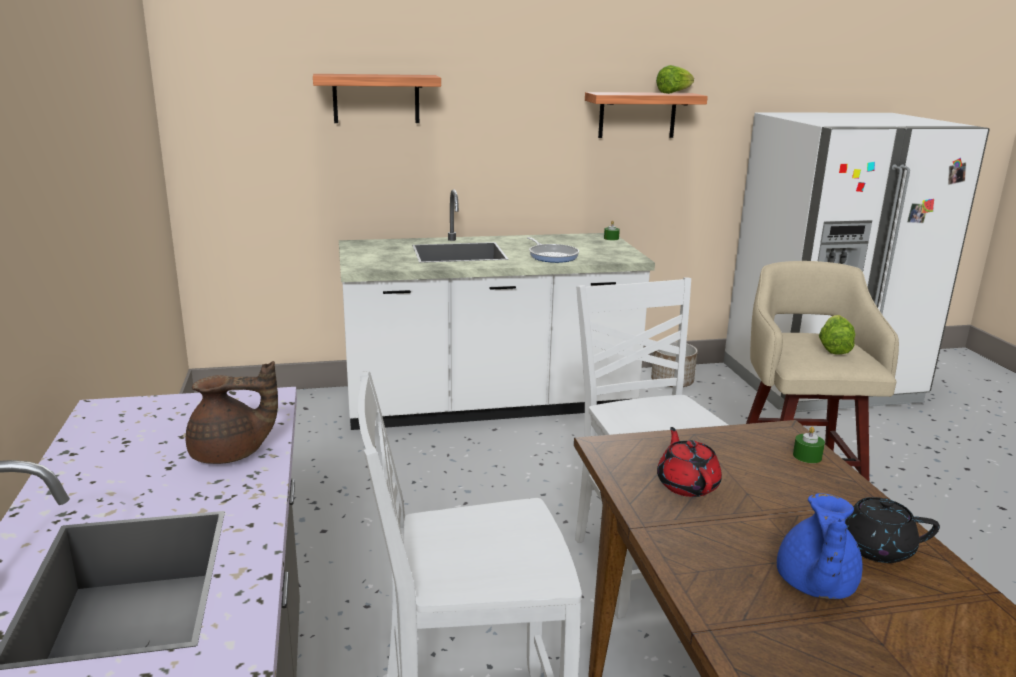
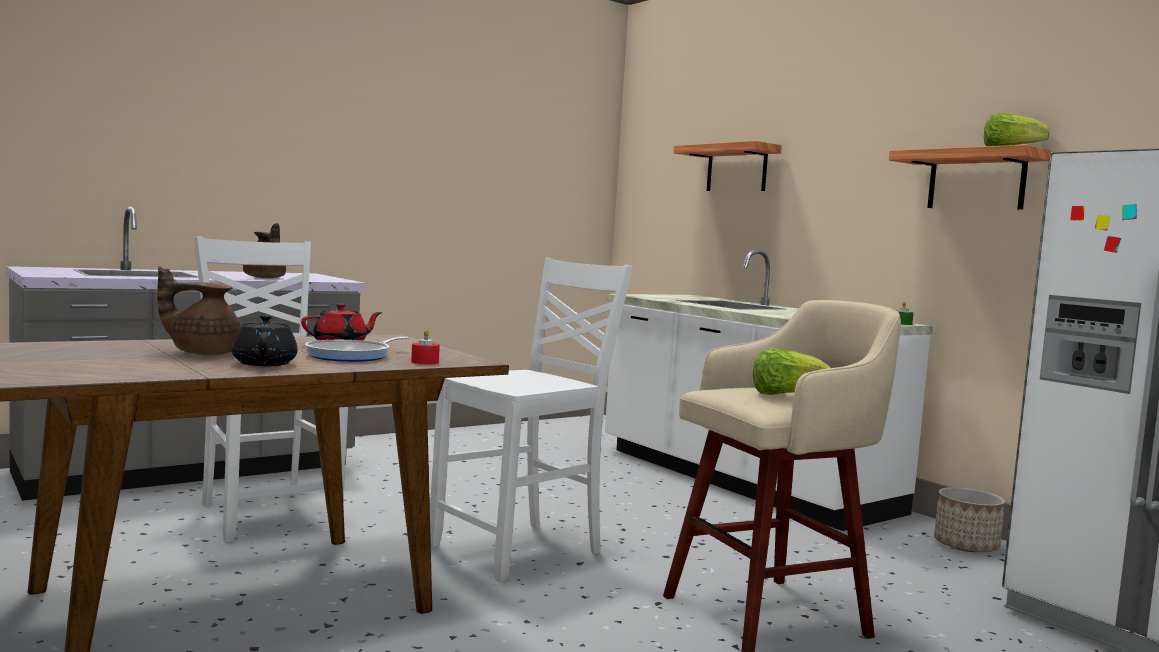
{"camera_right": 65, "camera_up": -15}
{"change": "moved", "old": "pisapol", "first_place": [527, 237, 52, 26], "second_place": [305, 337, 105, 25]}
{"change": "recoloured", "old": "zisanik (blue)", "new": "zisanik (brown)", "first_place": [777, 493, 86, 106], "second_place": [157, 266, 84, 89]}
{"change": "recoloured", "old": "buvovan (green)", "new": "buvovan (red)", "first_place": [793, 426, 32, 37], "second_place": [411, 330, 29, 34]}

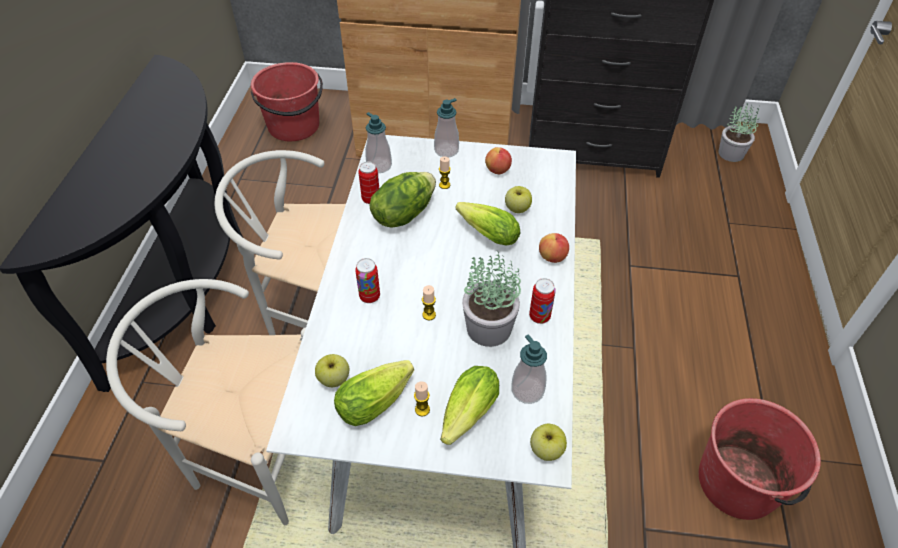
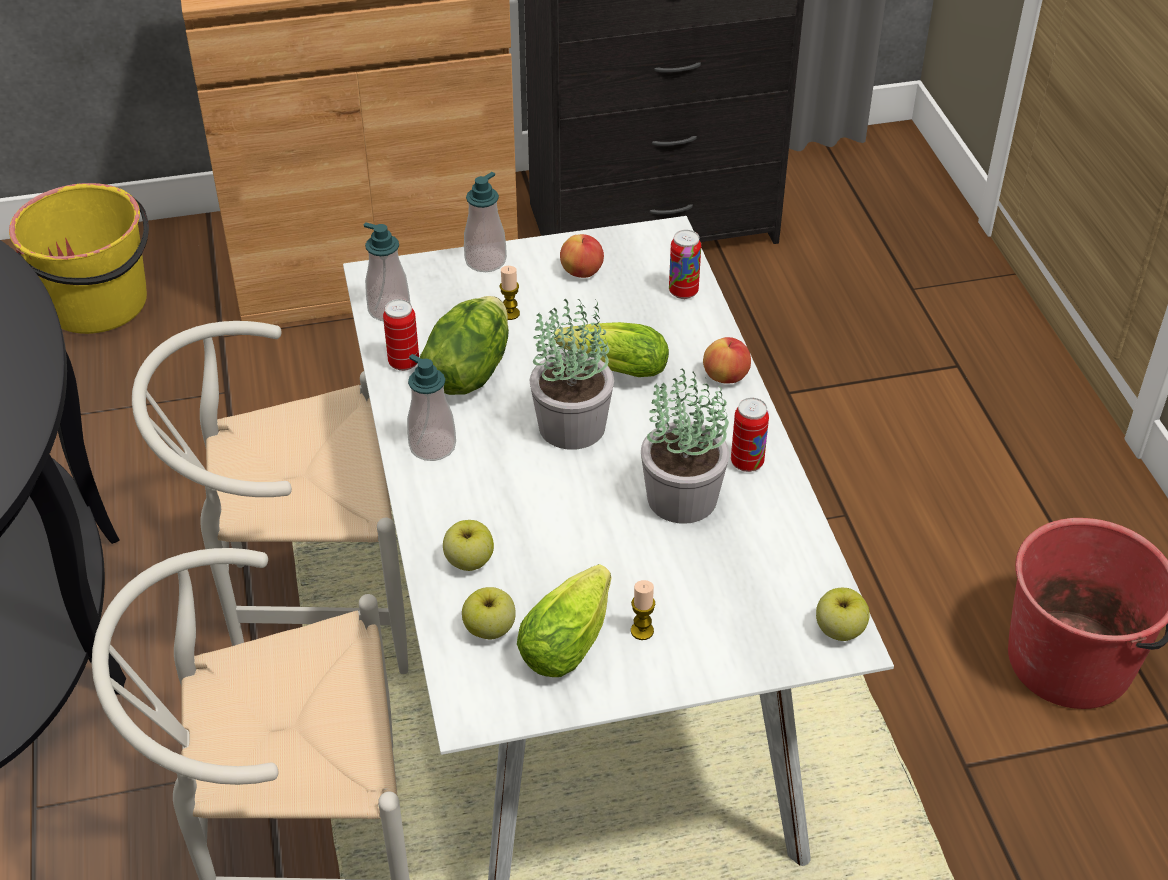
{"camera_right": -20, "camera_up": -5}
{"change": "recoloured", "old": "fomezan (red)", "new": "fomezan (yellow)", "first_place": [251, 62, 72, 79], "second_place": [9, 183, 140, 151]}
{"change": "moved", "old": "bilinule", "first_place": [355, 258, 25, 45], "second_place": [669, 230, 32, 69]}
{"change": "removed", "old": "buvovan", "first_place": [422, 285, 14, 35]}
{"change": "removed", "old": "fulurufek", "first_place": [440, 366, 59, 79]}
{"change": "moved", "old": "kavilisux", "first_place": [505, 186, 27, 27], "second_place": [443, 520, 51, 51]}
{"change": "moved", "old": "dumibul", "first_place": [511, 334, 36, 70], "second_place": [407, 354, 49, 107]}
{"change": "moved", "old": "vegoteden", "first_place": [718, 103, 42, 59], "second_place": [530, 299, 84, 151]}

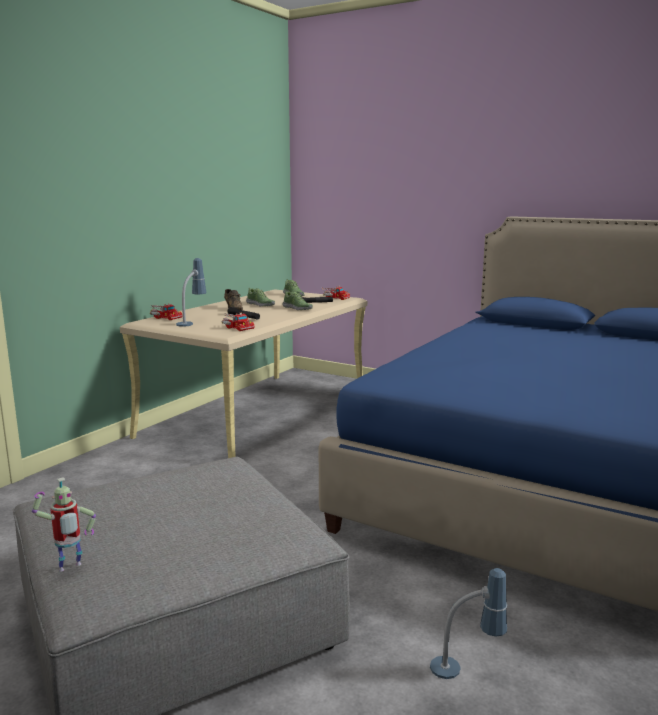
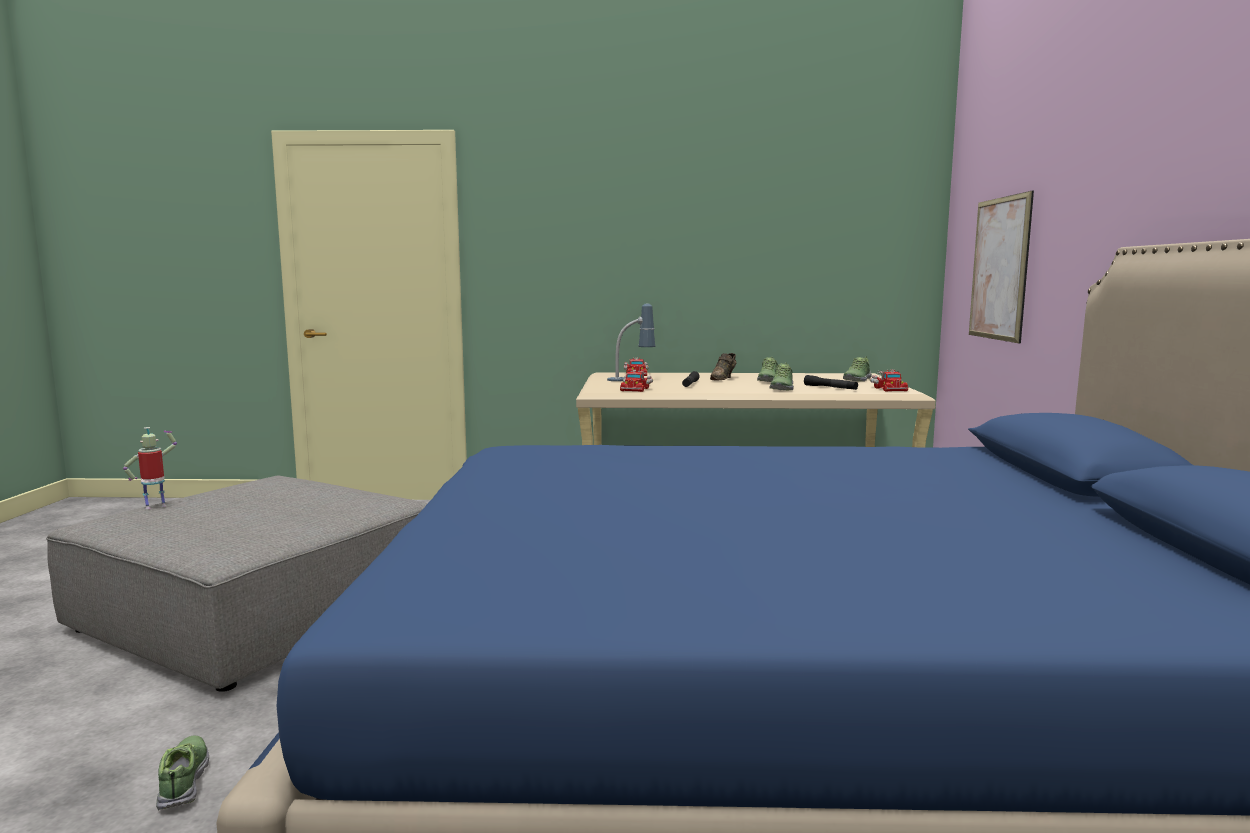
{"camera_right": 60, "camera_up": -5}
{"change": "turned", "old": "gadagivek", "first_place": [32, 477, 64, 95], "second_place": [123, 427, 54, 82], "degrees": 120}
{"change": "replaced", "old": "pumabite", "new": "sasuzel", "first_place": [430, 568, 77, 111], "second_place": [156, 735, 53, 75]}
{"change": "added", "new": "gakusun", "second_place": [969, 191, 65, 152]}

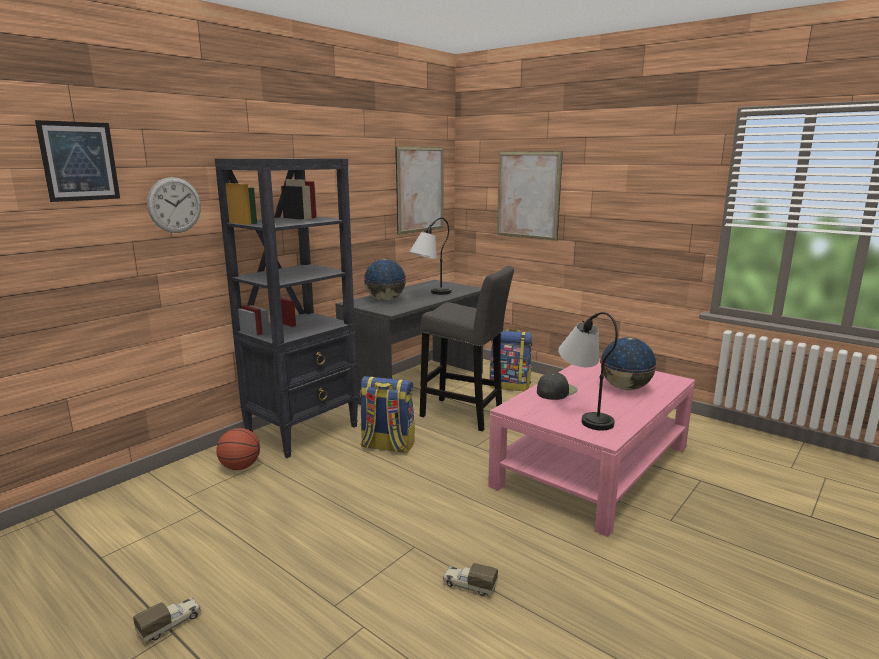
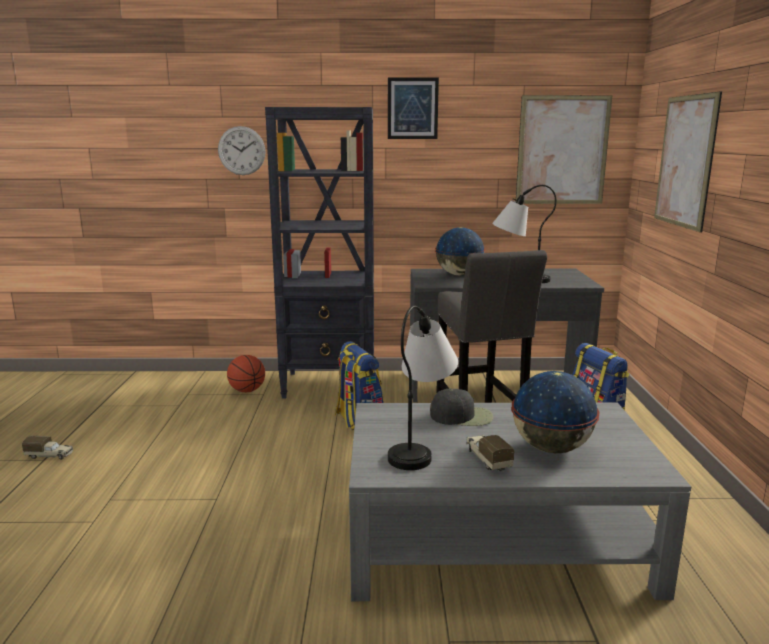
{"camera_right": 50, "camera_up": 0}
{"change": "moved", "old": "gakusun", "first_place": [35, 120, 85, 82], "second_place": [388, 77, 51, 62]}
{"change": "moved", "old": "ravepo", "first_place": [443, 563, 55, 33], "second_place": [466, 434, 48, 38]}
{"change": "recoloured", "old": "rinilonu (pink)", "new": "rinilonu (grey)", "first_place": [488, 358, 207, 179], "second_place": [349, 403, 342, 198]}

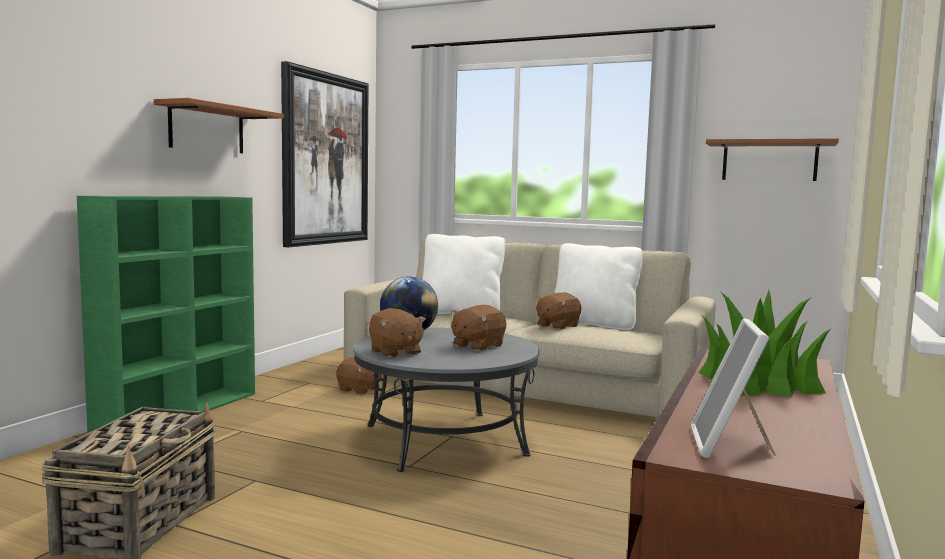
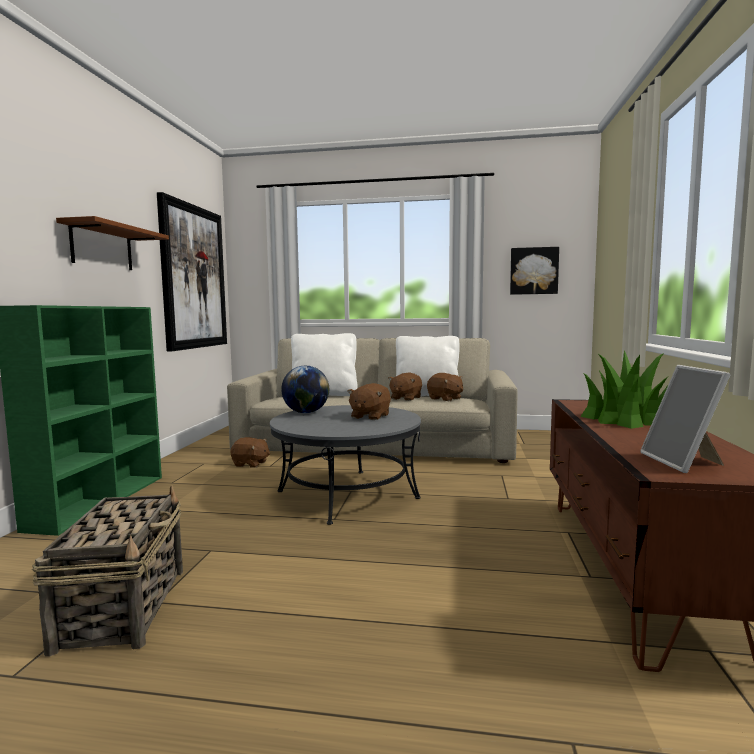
{"camera_right": -15, "camera_up": 0}
{"change": "moved", "old": "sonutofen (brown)", "first_place": [369, 308, 57, 50], "second_place": [427, 373, 36, 28]}
{"change": "replaced", "old": "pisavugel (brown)", "new": "gakusun", "first_place": [706, 138, 133, 43], "second_place": [510, 247, 49, 48]}

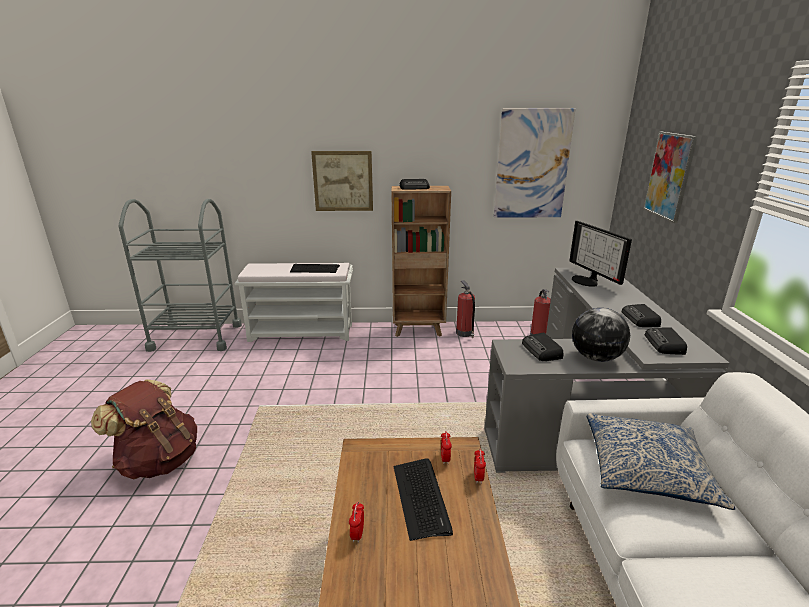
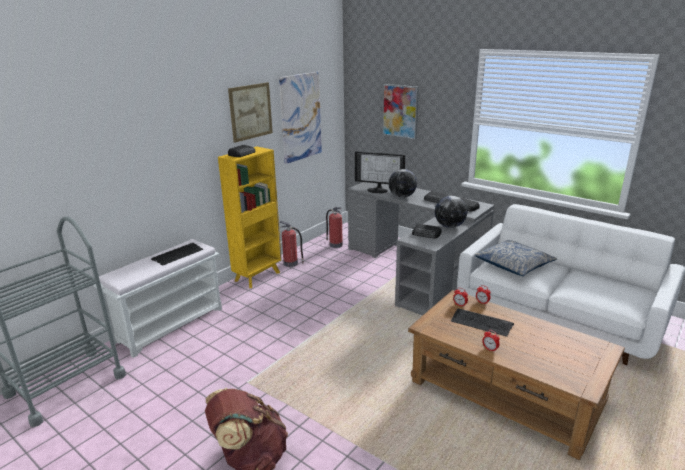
{"camera_right": -50, "camera_up": 0}
{"change": "moved", "old": "gakusun", "first_place": [311, 151, 62, 60], "second_place": [228, 82, 45, 61]}
{"change": "recoloured", "old": "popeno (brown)", "new": "popeno (yellow)", "first_place": [392, 186, 59, 151], "second_place": [218, 146, 64, 142]}
{"change": "added", "new": "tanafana", "second_place": [388, 169, 29, 29]}

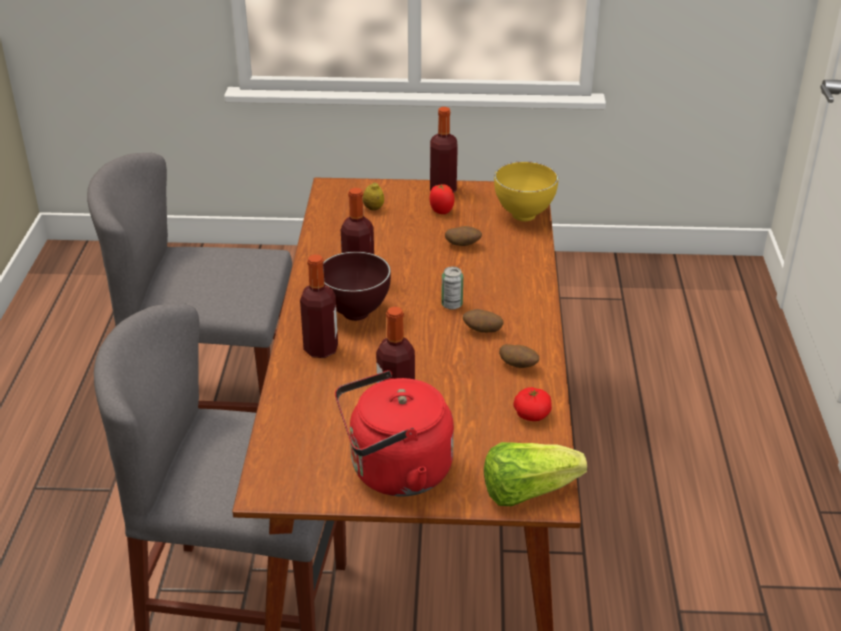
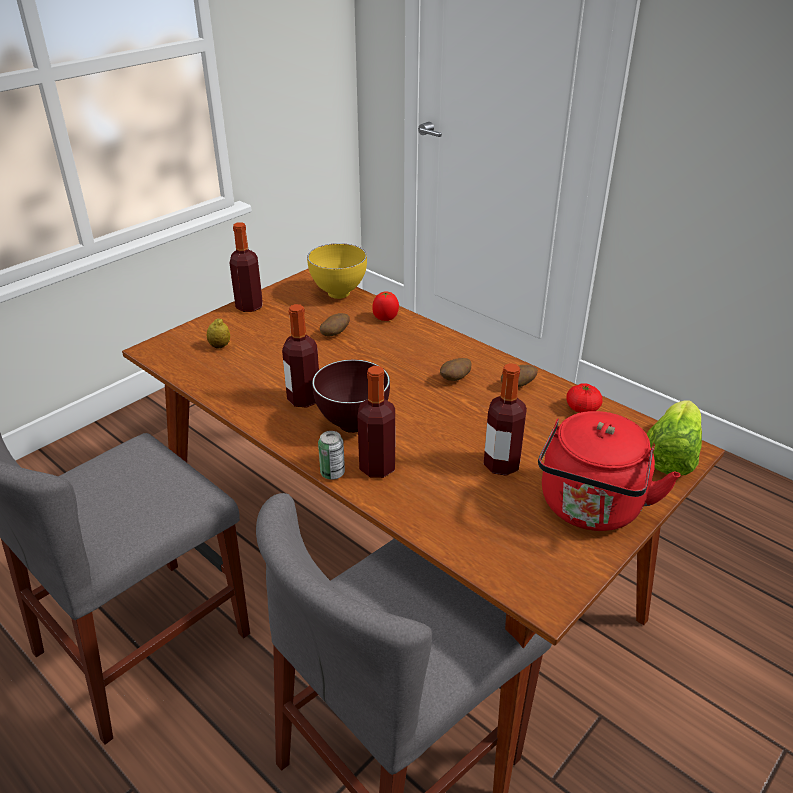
{"camera_right": -50, "camera_up": 0}
{"change": "moved", "old": "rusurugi", "first_place": [430, 185, 25, 29], "second_place": [372, 291, 27, 30]}
{"change": "moved", "old": "bilinule", "first_place": [441, 267, 22, 43], "second_place": [318, 431, 27, 49]}

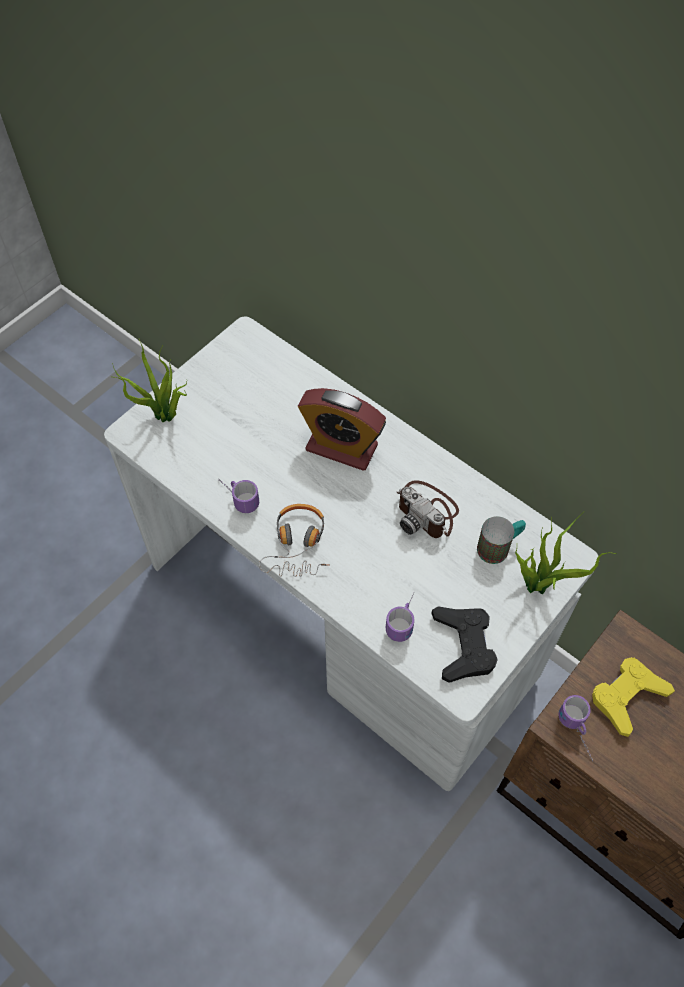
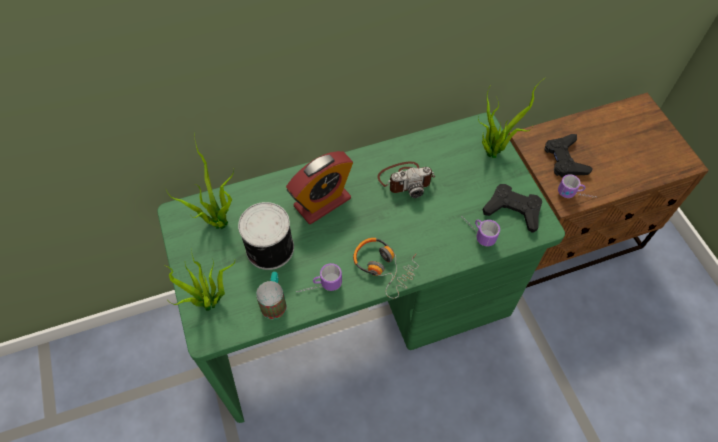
{"camera_right": -60, "camera_up": 0}
{"change": "recoloured", "old": "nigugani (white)", "new": "nigugani (green)", "first_place": [104, 316, 494, 475], "second_place": [158, 112, 407, 311]}
{"change": "moved", "old": "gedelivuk", "first_place": [477, 516, 49, 48], "second_place": [256, 272, 31, 47]}
{"change": "recoloured", "old": "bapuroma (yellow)", "new": "bapuroma (black)", "first_place": [593, 657, 82, 80], "second_place": [545, 134, 48, 43]}
{"change": "added", "new": "vegoteden", "second_place": [166, 132, 68, 97]}
{"change": "added", "new": "bilinule", "second_place": [238, 202, 56, 68]}

